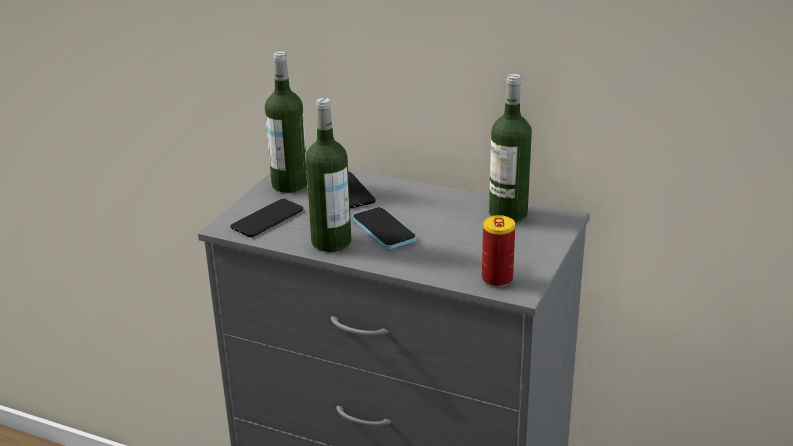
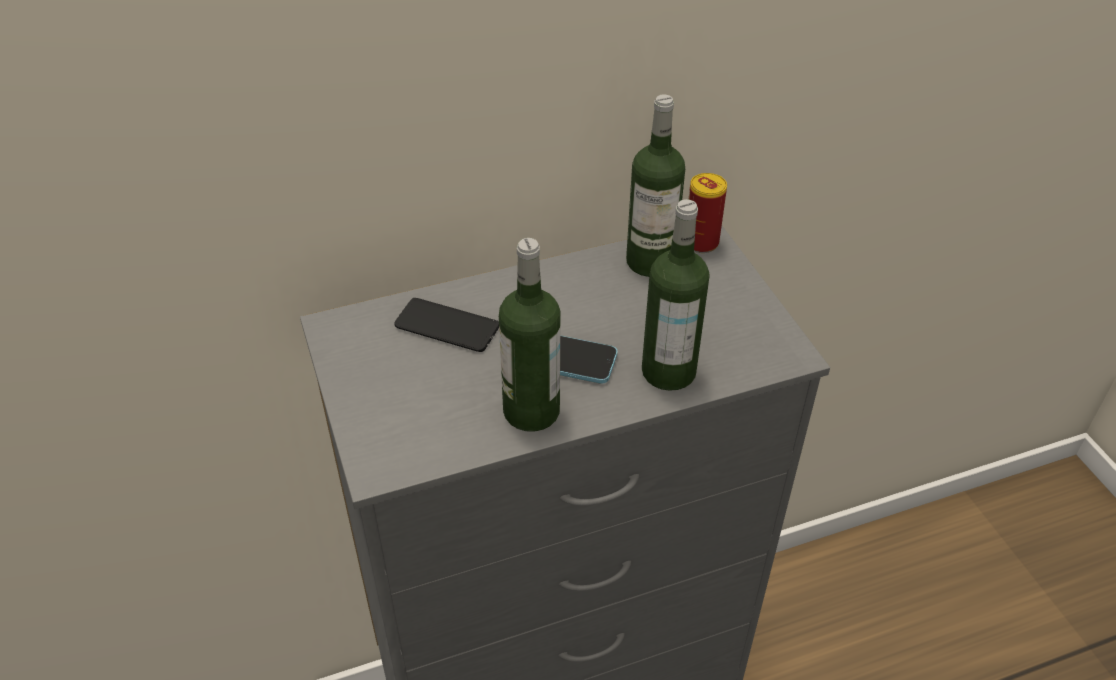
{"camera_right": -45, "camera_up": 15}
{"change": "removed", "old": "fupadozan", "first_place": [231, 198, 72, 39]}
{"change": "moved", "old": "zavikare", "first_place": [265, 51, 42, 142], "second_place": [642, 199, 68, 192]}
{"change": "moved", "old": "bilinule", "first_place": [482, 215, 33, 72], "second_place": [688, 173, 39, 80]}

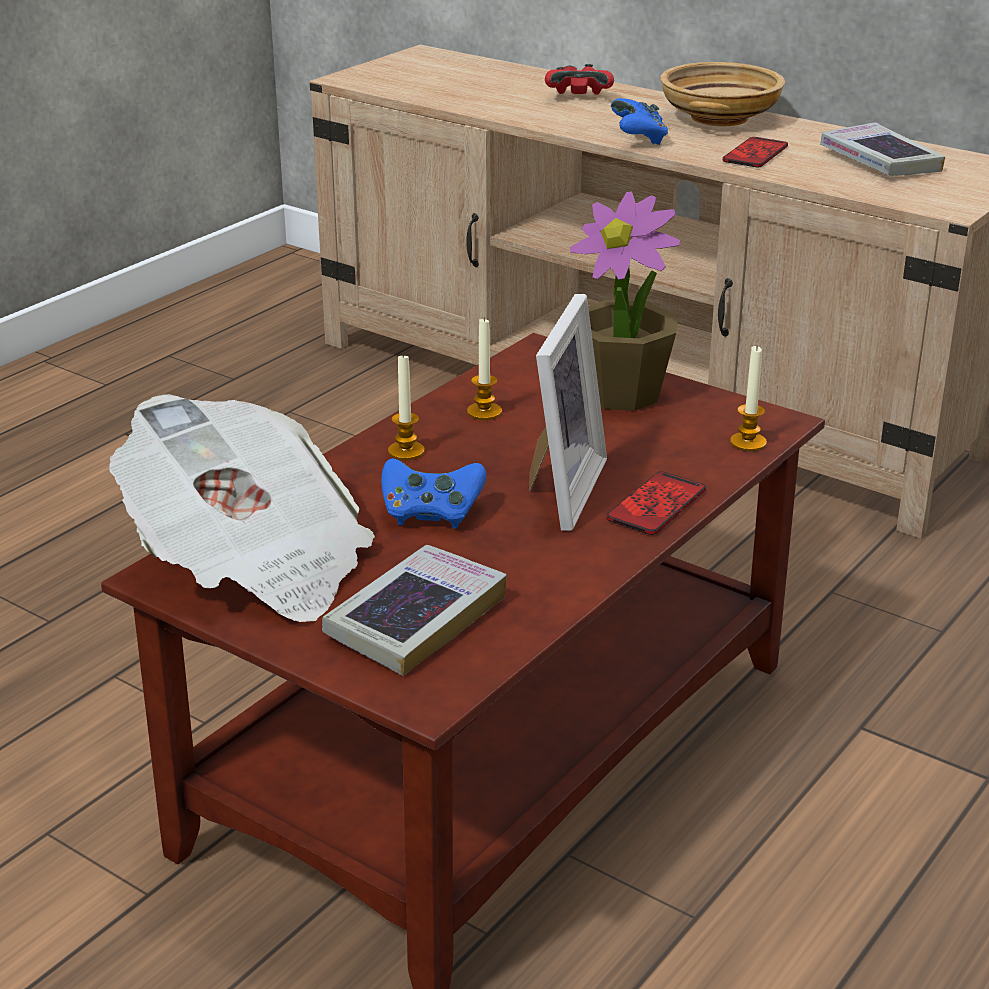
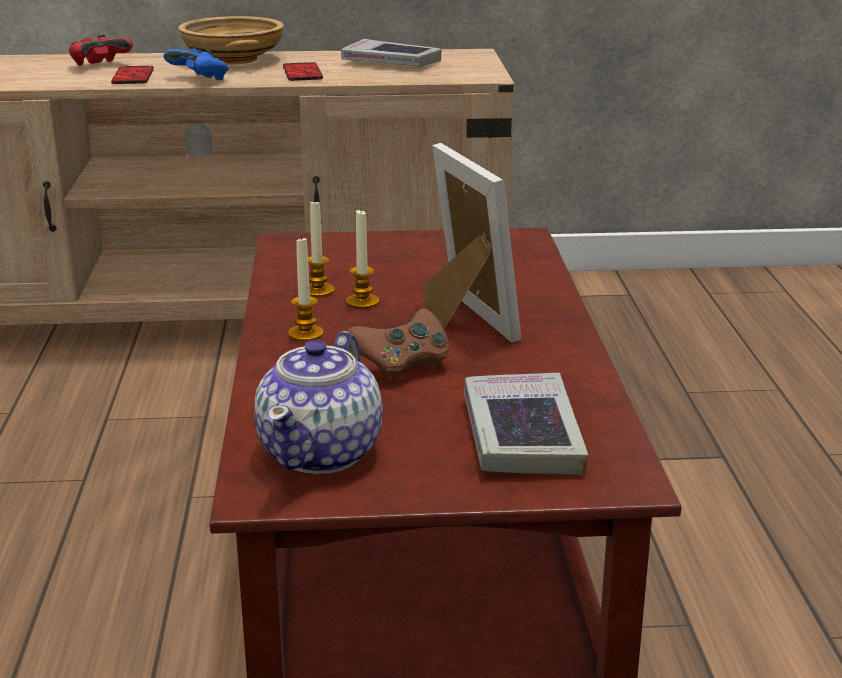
{"camera_right": -40, "camera_up": -5}
{"change": "replaced", "old": "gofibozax", "new": "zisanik", "first_place": [109, 394, 266, 228], "second_place": [254, 331, 129, 143]}
{"change": "recoloured", "old": "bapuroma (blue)", "new": "bapuroma (brown)", "first_place": [381, 458, 105, 71], "second_place": [346, 309, 104, 73]}
{"change": "removed", "old": "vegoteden", "first_place": [570, 192, 110, 219]}
{"change": "moved", "old": "fupadozan", "first_place": [607, 471, 99, 64], "second_place": [111, 66, 43, 18]}
{"change": "moved", "old": "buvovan", "first_place": [730, 346, 37, 106], "second_place": [346, 210, 33, 99]}

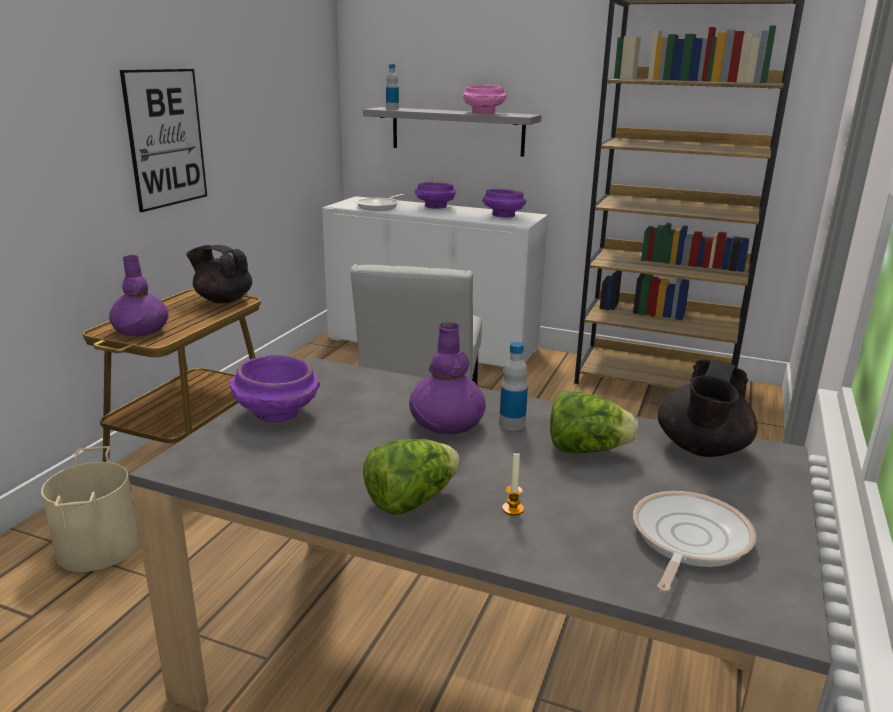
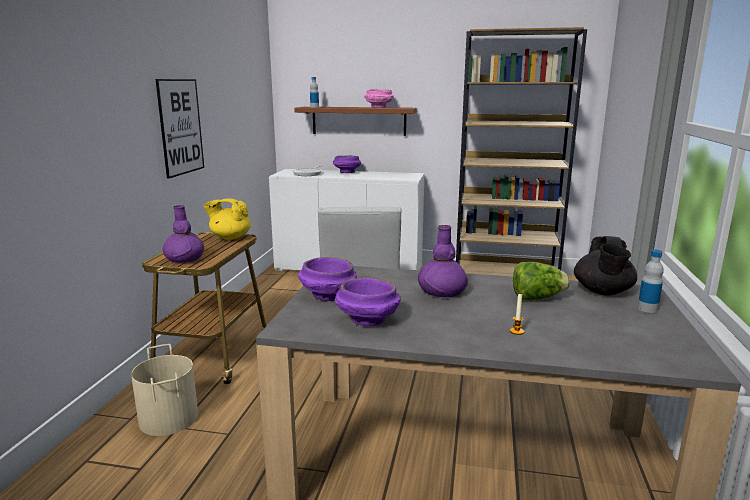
{"camera_right": -10, "camera_up": -5}
{"change": "recoloured", "old": "zisanik (black)", "new": "zisanik (yellow)", "first_place": [186, 245, 66, 59], "second_place": [203, 198, 48, 42]}
{"change": "recoloured", "old": "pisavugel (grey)", "new": "pisavugel (brown)", "first_place": [363, 107, 178, 50], "second_place": [294, 107, 123, 29]}
{"change": "removed", "old": "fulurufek", "first_place": [363, 439, 97, 76]}
{"change": "moved", "old": "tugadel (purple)", "first_place": [482, 189, 44, 29], "second_place": [335, 278, 66, 48]}
{"change": "moved", "old": "zavikare", "first_place": [499, 342, 29, 89], "second_place": [637, 250, 27, 63]}
{"change": "removed", "old": "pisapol", "first_place": [633, 491, 123, 101]}

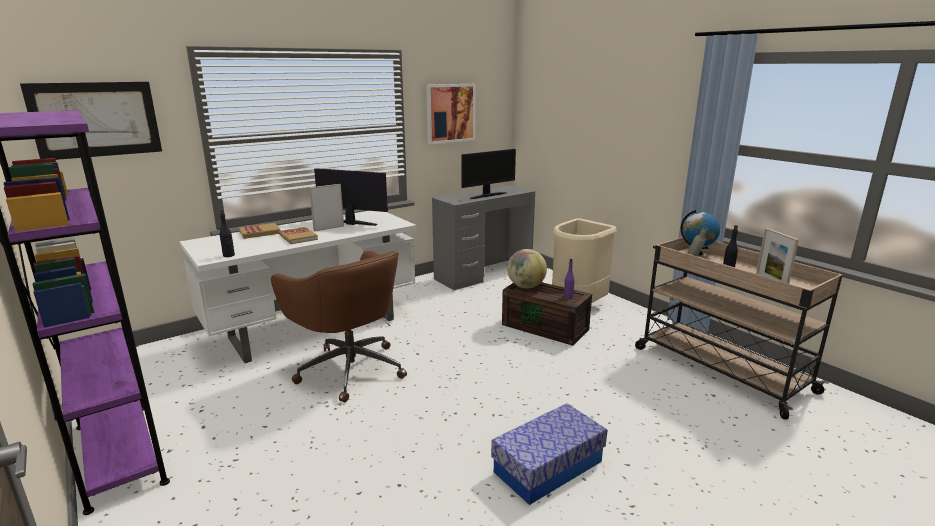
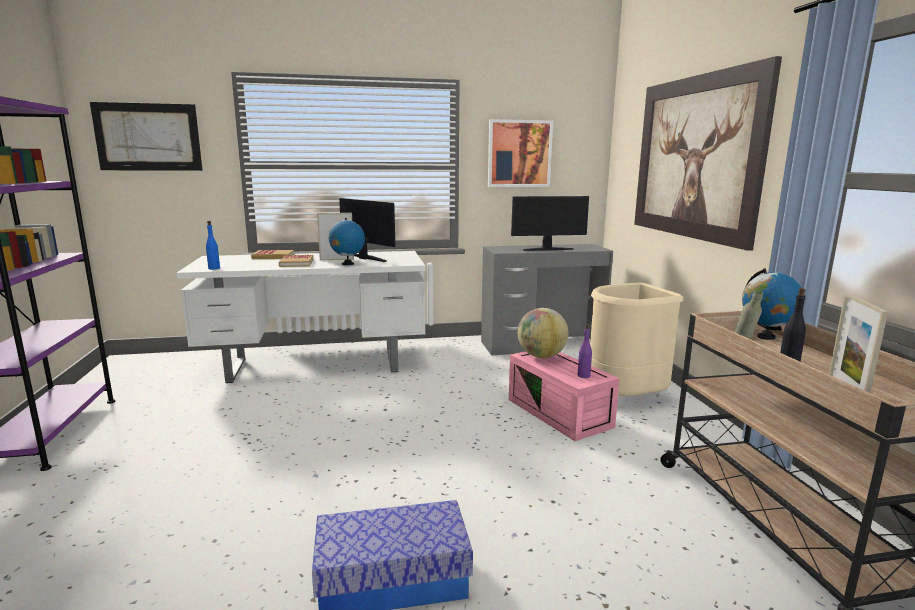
{"camera_right": 25, "camera_up": -5}
{"change": "recoloured", "old": "zavikare (black)", "new": "zavikare (blue)", "first_place": [220, 209, 15, 48], "second_place": [206, 221, 14, 49]}
{"change": "removed", "old": "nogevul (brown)", "first_place": [271, 251, 136, 152]}
{"change": "recoloured", "old": "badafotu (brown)", "new": "badafotu (pink)", "first_place": [502, 282, 90, 64], "second_place": [509, 351, 111, 90]}
{"change": "added", "new": "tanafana", "second_place": [329, 218, 36, 47]}
{"change": "added", "new": "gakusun", "second_place": [634, 56, 148, 195]}

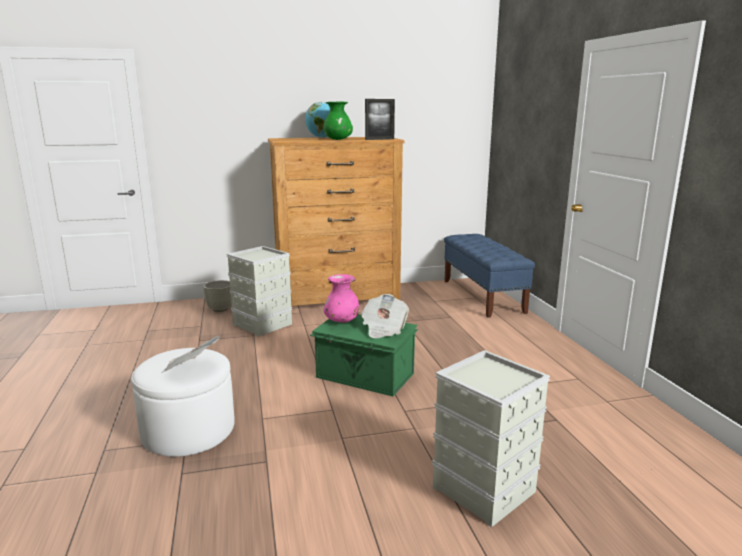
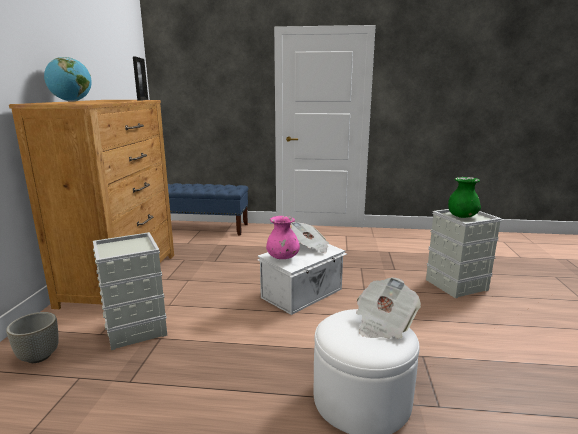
{"camera_right": -70, "camera_up": 0}
{"change": "recoloured", "old": "badafotu (green)", "new": "badafotu (white)", "first_place": [310, 314, 108, 82], "second_place": [258, 243, 89, 72]}
{"change": "moved", "old": "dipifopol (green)", "first_place": [323, 101, 30, 39], "second_place": [448, 177, 33, 41]}

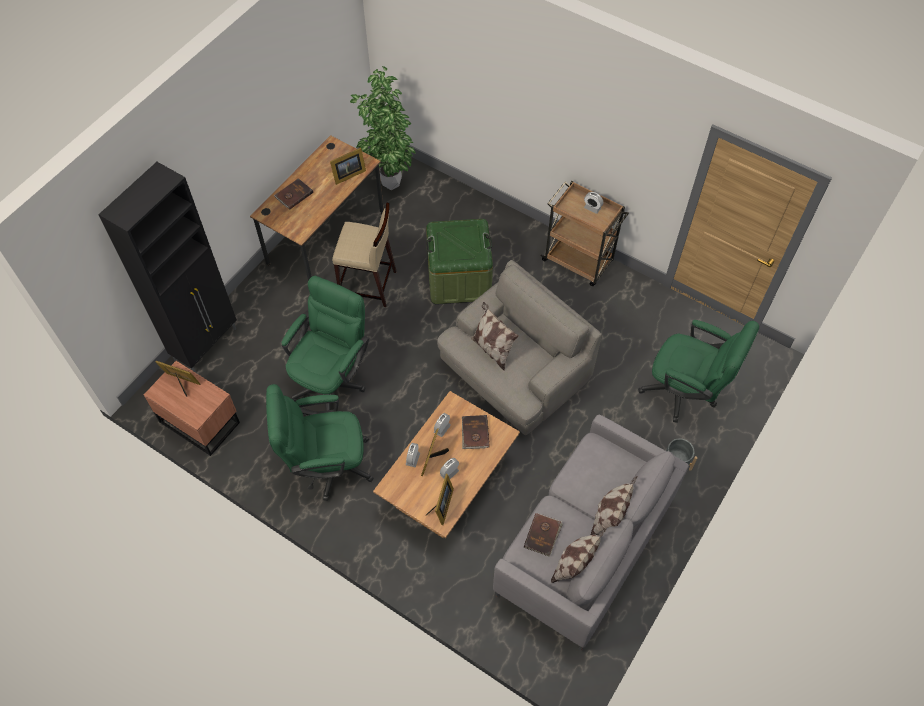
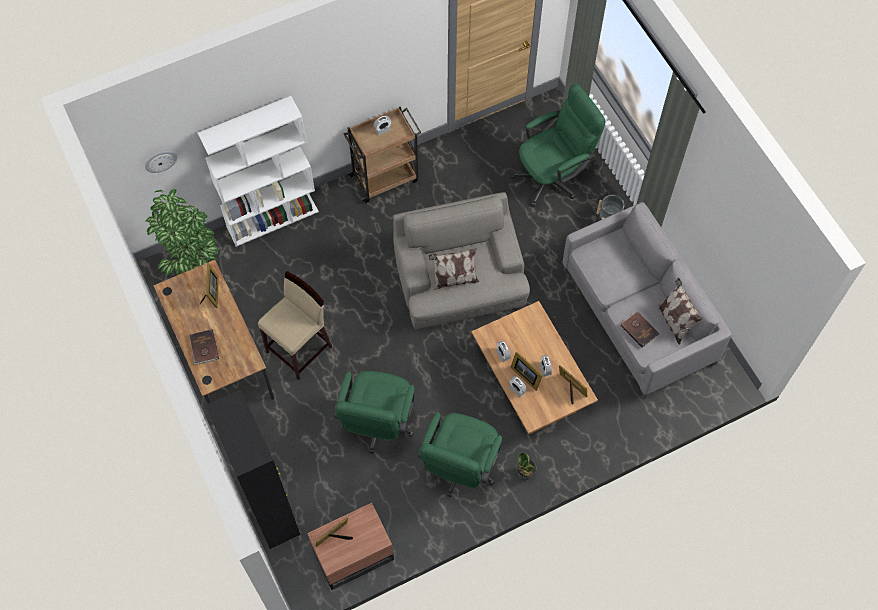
{"camera_right": -60, "camera_up": 5}
{"change": "turned", "old": "nogevul (green)", "first_place": [282, 276, 87, 135], "second_place": [335, 371, 80, 83], "degrees": -135}
{"change": "removed", "old": "badafotu (green)", "first_place": [426, 219, 67, 85]}
{"change": "removed", "old": "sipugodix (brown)", "first_place": [462, 415, 28, 34]}
{"change": "removed", "old": "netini", "first_place": [591, 476, 47, 59]}
{"change": "added", "new": "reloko", "second_place": [145, 151, 32, 22]}
{"change": "added", "new": "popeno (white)", "second_place": [198, 96, 121, 151]}
{"change": "added", "new": "vegoteden", "second_place": [516, 452, 20, 29]}

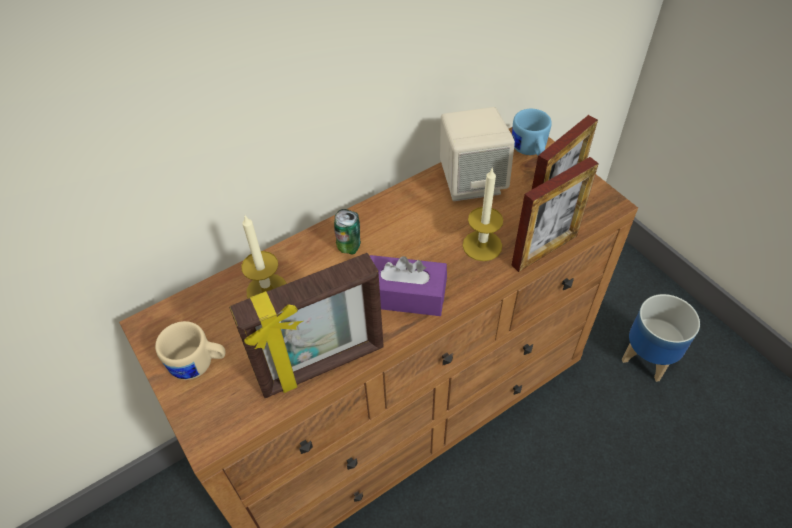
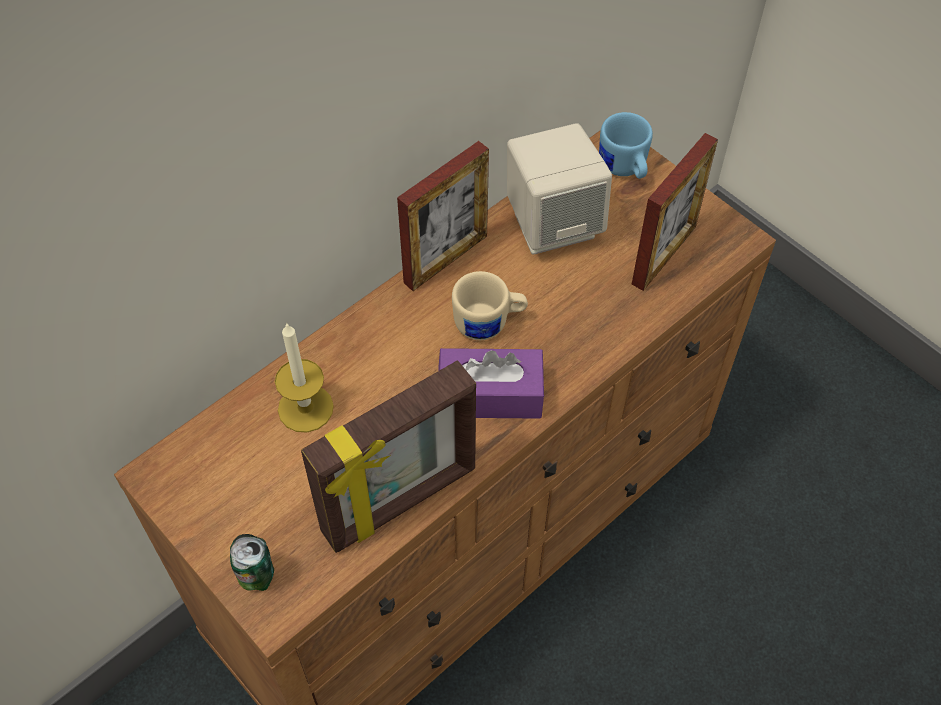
{"camera_right": -10, "camera_up": 5}
{"change": "moved", "old": "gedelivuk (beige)", "first_place": [155, 321, 71, 59], "second_place": [452, 271, 76, 69]}
{"change": "moved", "old": "bilinule", "first_place": [334, 209, 27, 46], "second_place": [230, 534, 44, 57]}
{"change": "removed", "old": "buvovan", "first_place": [463, 169, 40, 92]}
{"change": "moved", "old": "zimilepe", "first_place": [512, 157, 87, 115], "second_place": [397, 141, 92, 150]}
{"change": "removed", "old": "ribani", "first_place": [622, 294, 78, 88]}

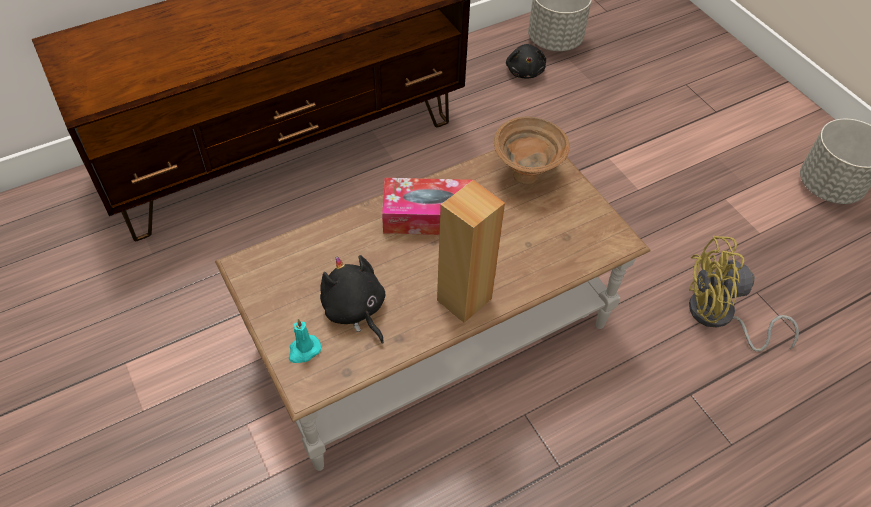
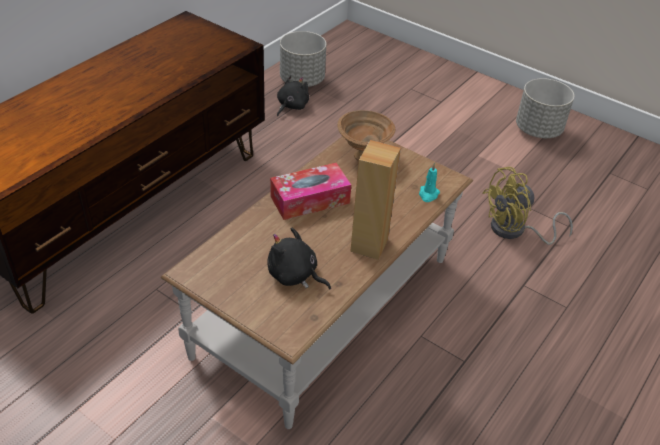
{"camera_right": -25, "camera_up": -10}
{"change": "moved", "old": "buvovan (turquoise)", "first_place": [289, 319, 32, 44], "second_place": [419, 163, 21, 39]}
{"change": "turned", "old": "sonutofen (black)", "first_place": [506, 44, 40, 35], "second_place": [277, 75, 32, 41], "degrees": -120}

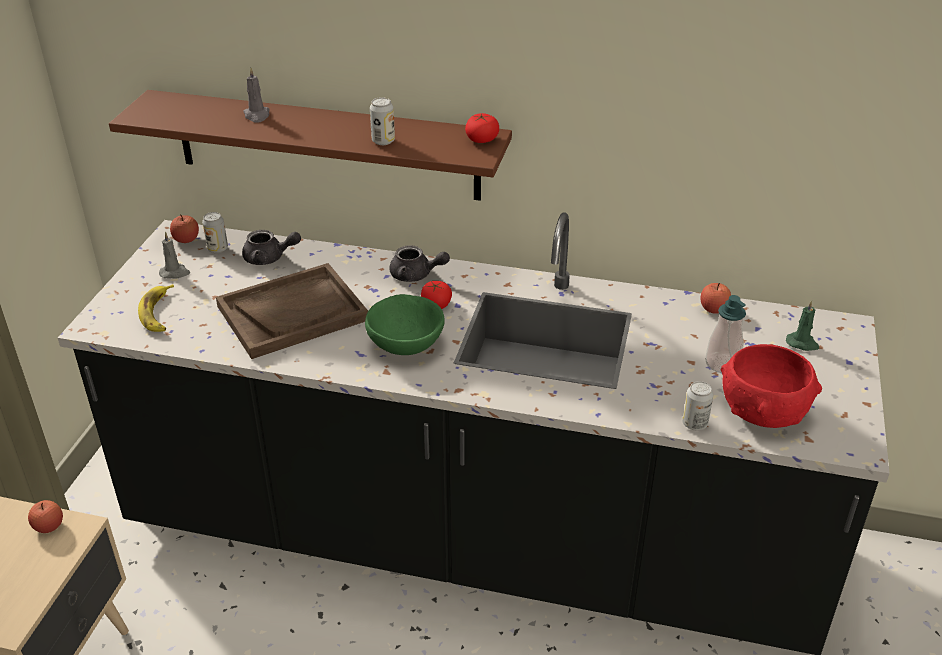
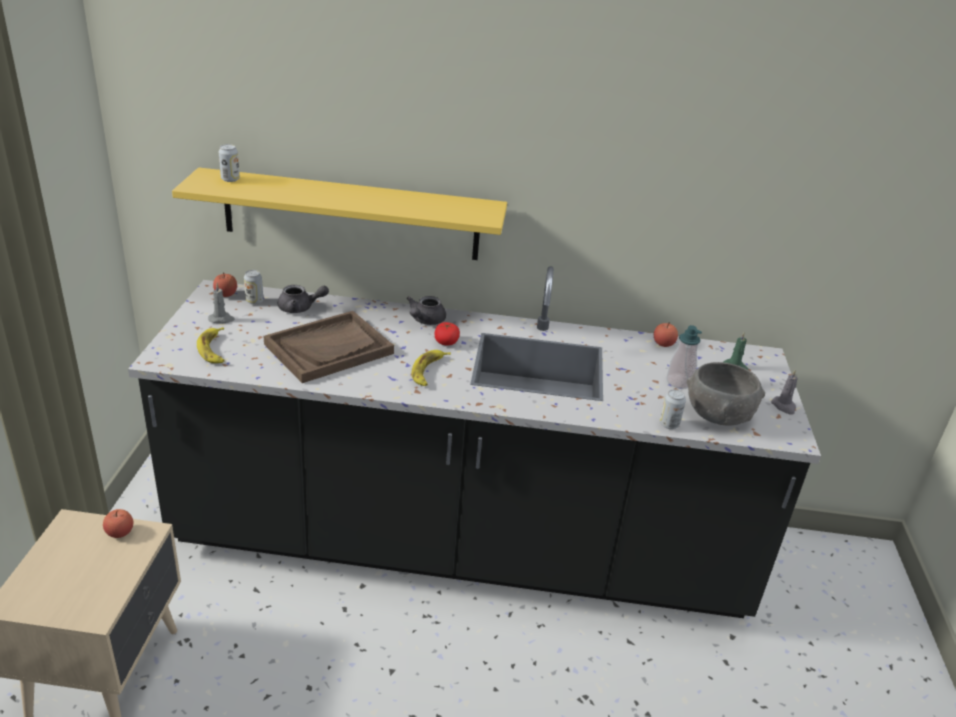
{"camera_right": -10, "camera_up": -5}
{"change": "recoloured", "old": "pisavugel (brown)", "new": "pisavugel (yellow)", "first_place": [109, 90, 403, 111], "second_place": [172, 168, 335, 92]}
{"change": "moved", "old": "buvovan (grey)", "first_place": [243, 67, 27, 56], "second_place": [771, 369, 26, 45]}
{"change": "replaced", "old": "tugadel (green)", "new": "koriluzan", "first_place": [365, 294, 80, 61], "second_place": [412, 350, 39, 36]}
{"change": "moved", "old": "bilinule", "first_place": [370, 97, 25, 48], "second_place": [219, 144, 21, 38]}
{"change": "turned", "old": "zisanik (grey)", "first_place": [390, 245, 60, 37], "second_place": [406, 296, 40, 29], "degrees": 105}
{"change": "removed", "old": "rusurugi", "first_place": [465, 113, 34, 30]}
{"change": "recoloured", "old": "tugadel (red)", "new": "tugadel (grey)", "first_place": [721, 344, 101, 84], "second_place": [686, 362, 79, 63]}

